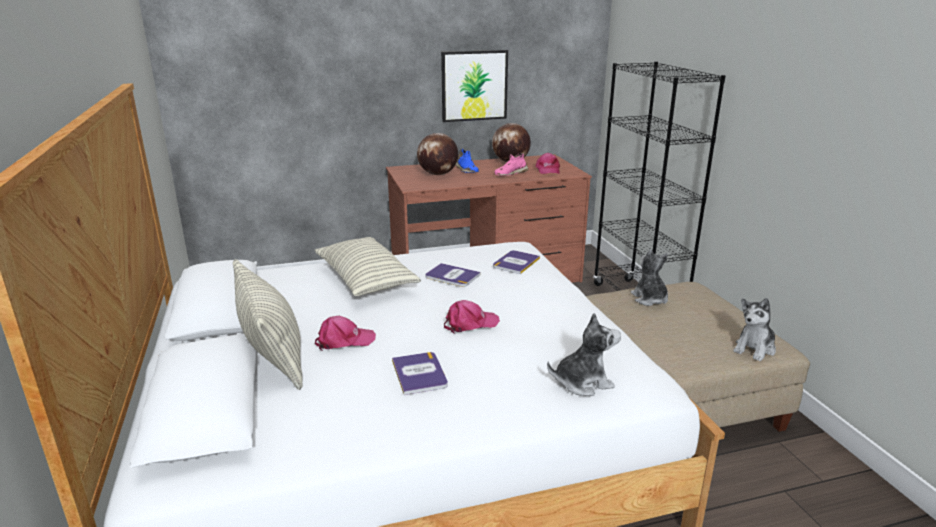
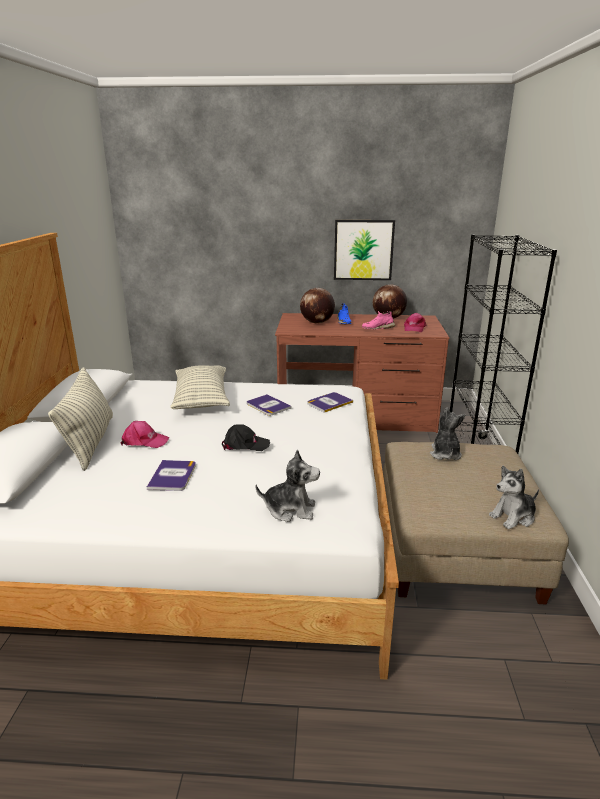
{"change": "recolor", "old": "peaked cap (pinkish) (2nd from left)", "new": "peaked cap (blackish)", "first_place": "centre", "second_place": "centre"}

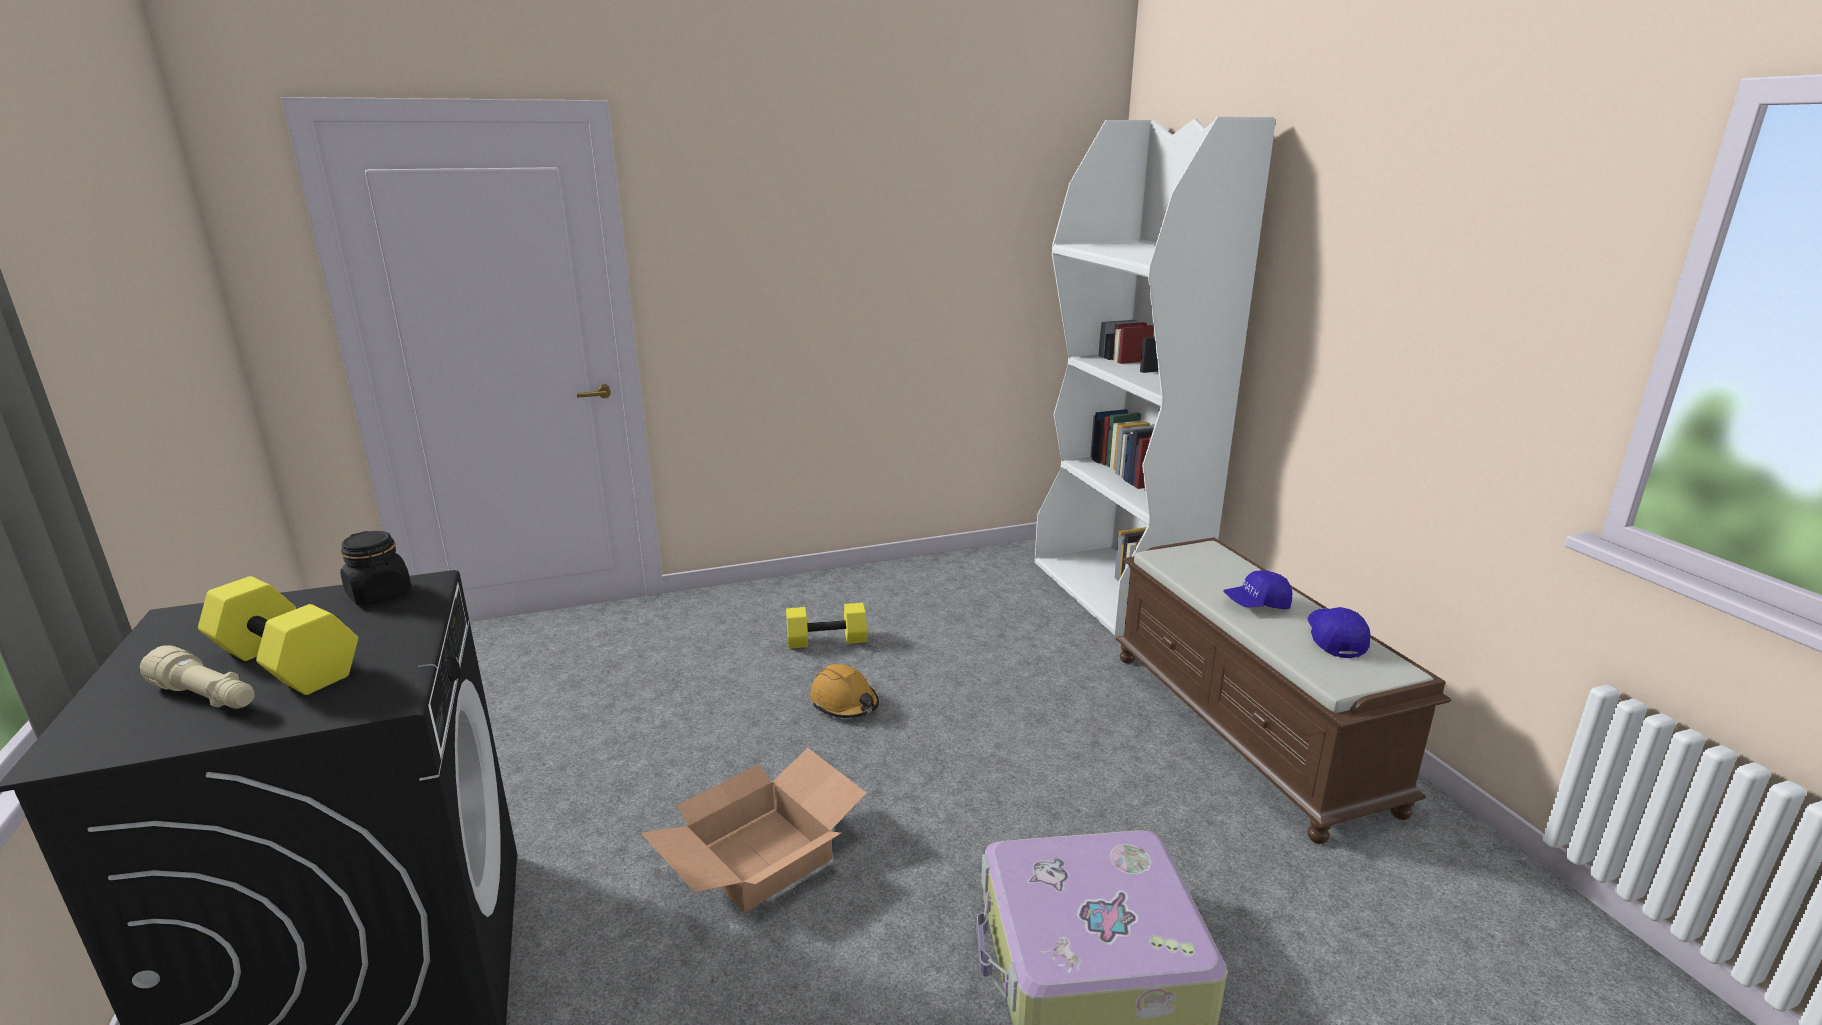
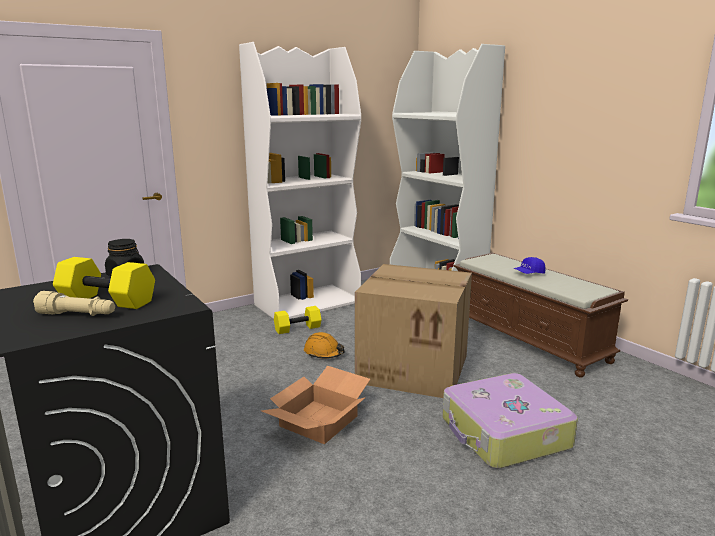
{"change": "insert", "new": "bookcase (white-coloured) (1st from left)", "second_place": "centre"}
{"change": "insert", "new": "carton (2nd from left)", "second_place": "centre"}
{"change": "delete", "old": "peaked cap (bluish) (2nd from left)", "first_place": "middle right"}

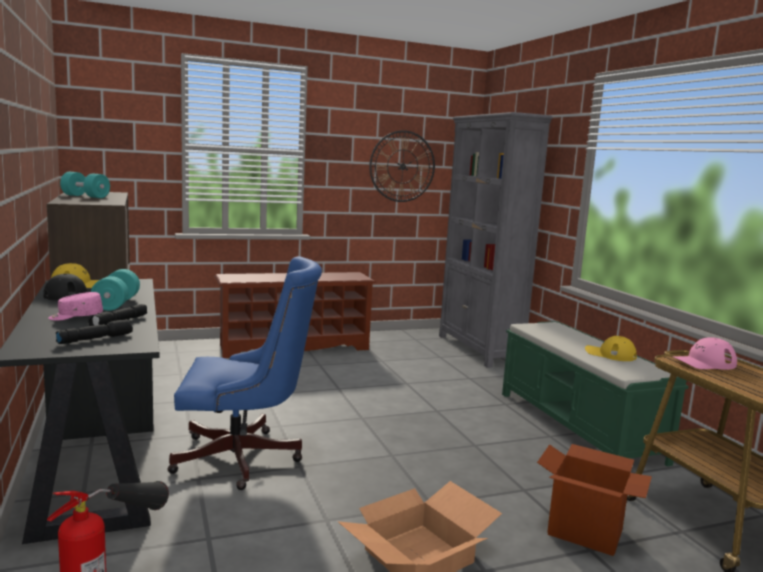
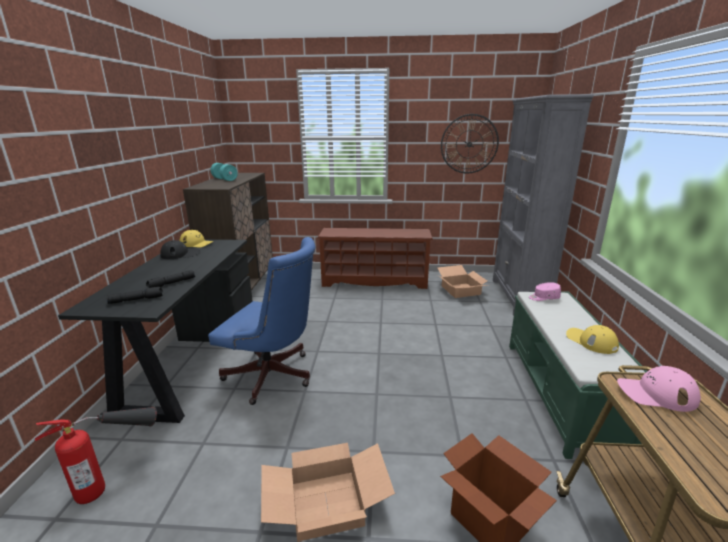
{"change": "insert", "new": "carton (2nd from left)", "second_place": "centre"}
{"change": "move", "old": "peaked cap (pinkish) (1st from left)", "first_place": "middle left", "second_place": "middle right"}
{"change": "delete", "old": "free weight (turquoise-coloured) (2nd from left)", "first_place": "middle left"}

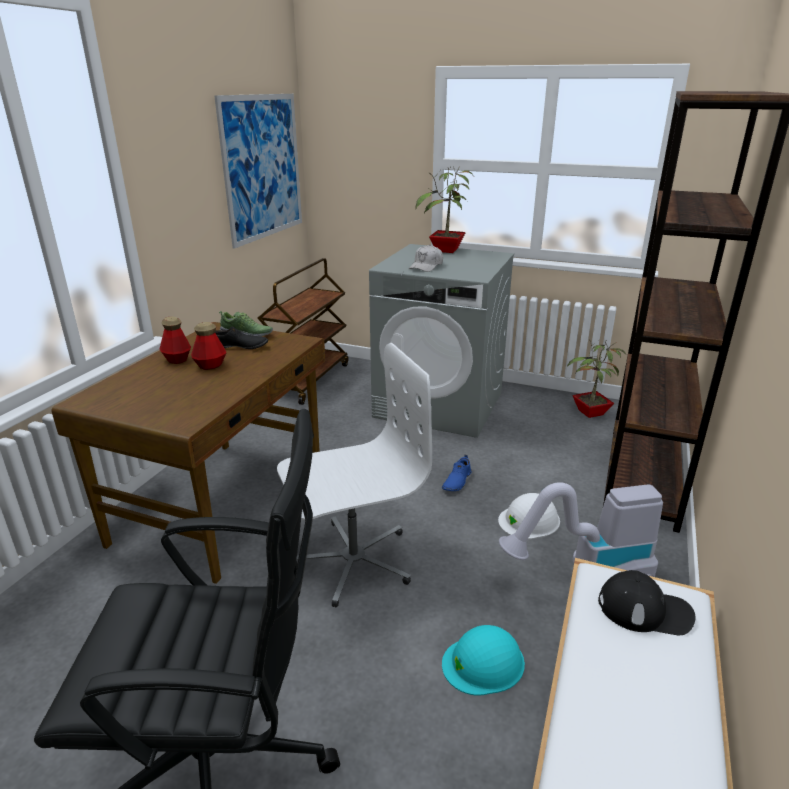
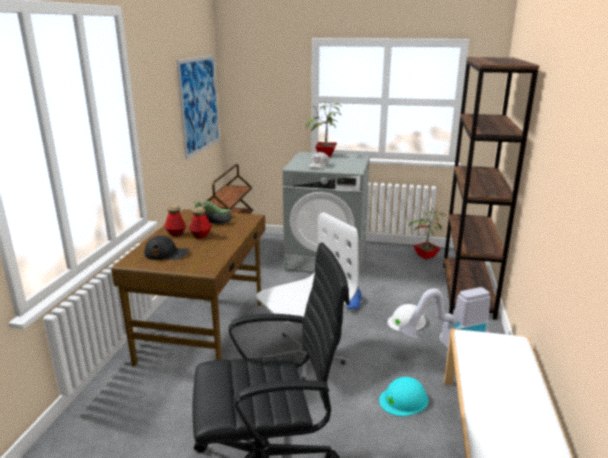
{"change": "move", "old": "peaked cap (blackish)", "first_place": "bottom right", "second_place": "middle left"}

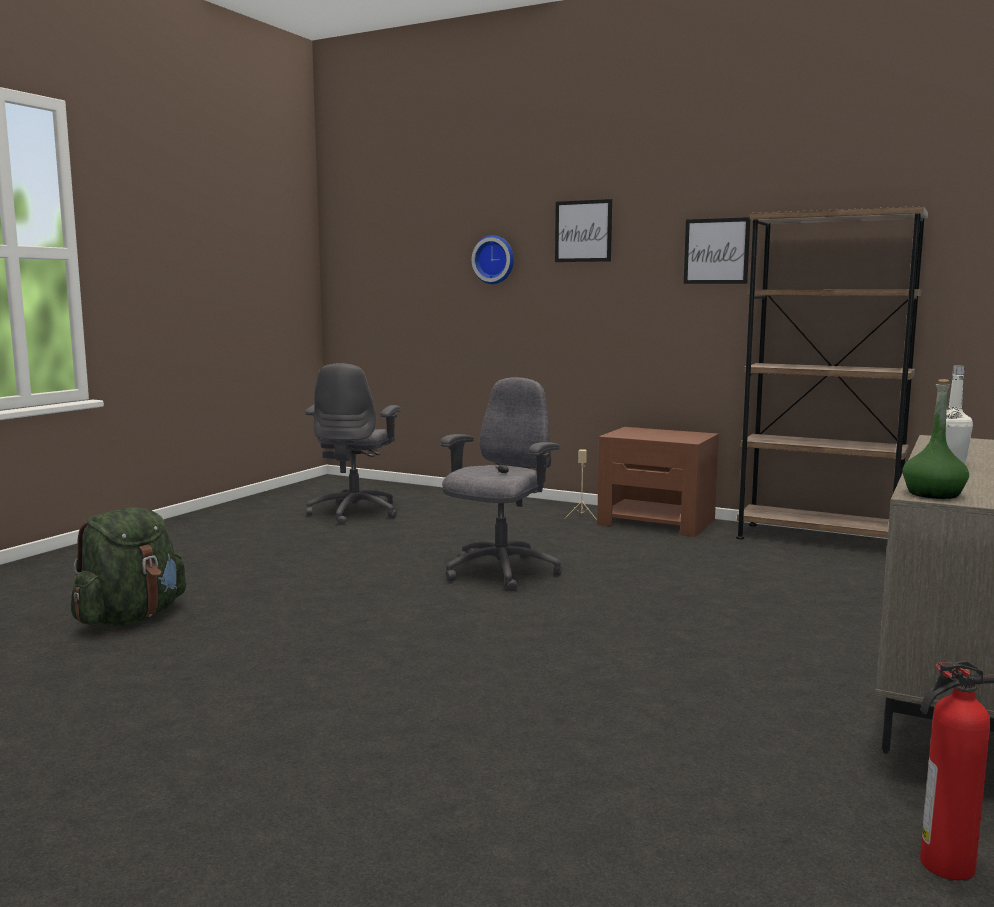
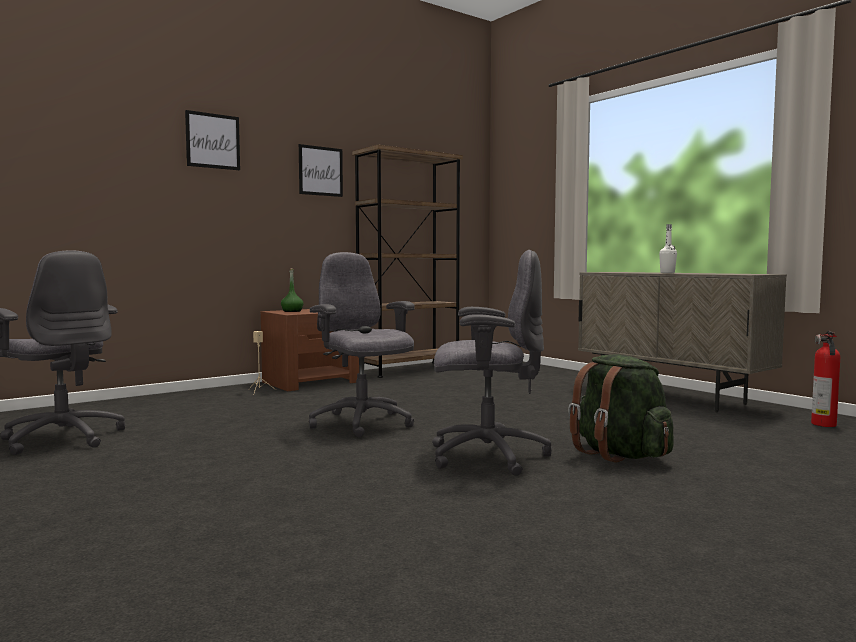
{"change": "move", "old": "bottle (greenish)", "first_place": "middle right", "second_place": "centre"}
{"change": "insert", "new": "office chair (gray) (3rd from left)", "second_place": "centre"}
{"change": "move", "old": "rucksack (greenish)", "first_place": "middle left", "second_place": "middle right"}
{"change": "delete", "old": "wall clock", "first_place": "top centre"}

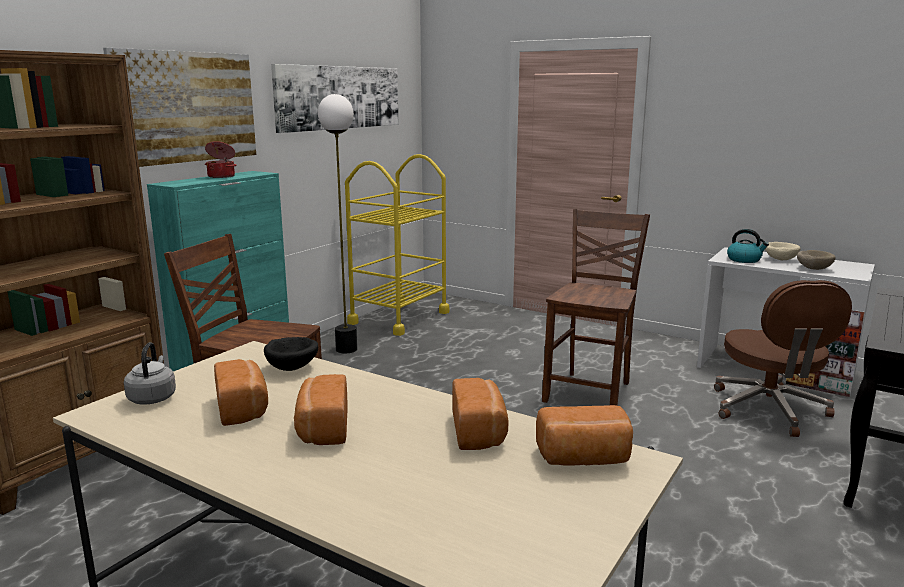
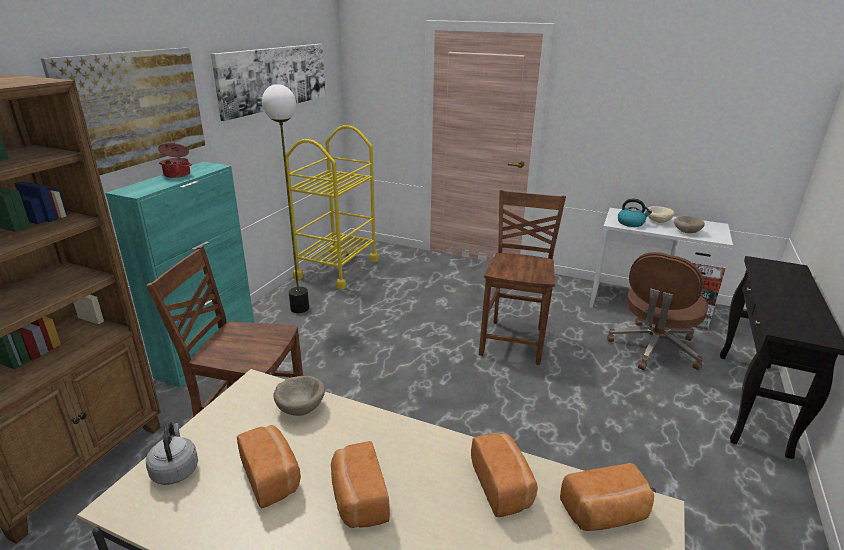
{"change": "recolor", "old": "deep dish (blackish)", "new": "deep dish (sand-coloured) (1st from left)", "first_place": "middle left", "second_place": "bottom centre"}
{"change": "rotate", "old": "office chair (brown)", "first_place": "middle right", "second_place": "middle right", "degrees": 45}

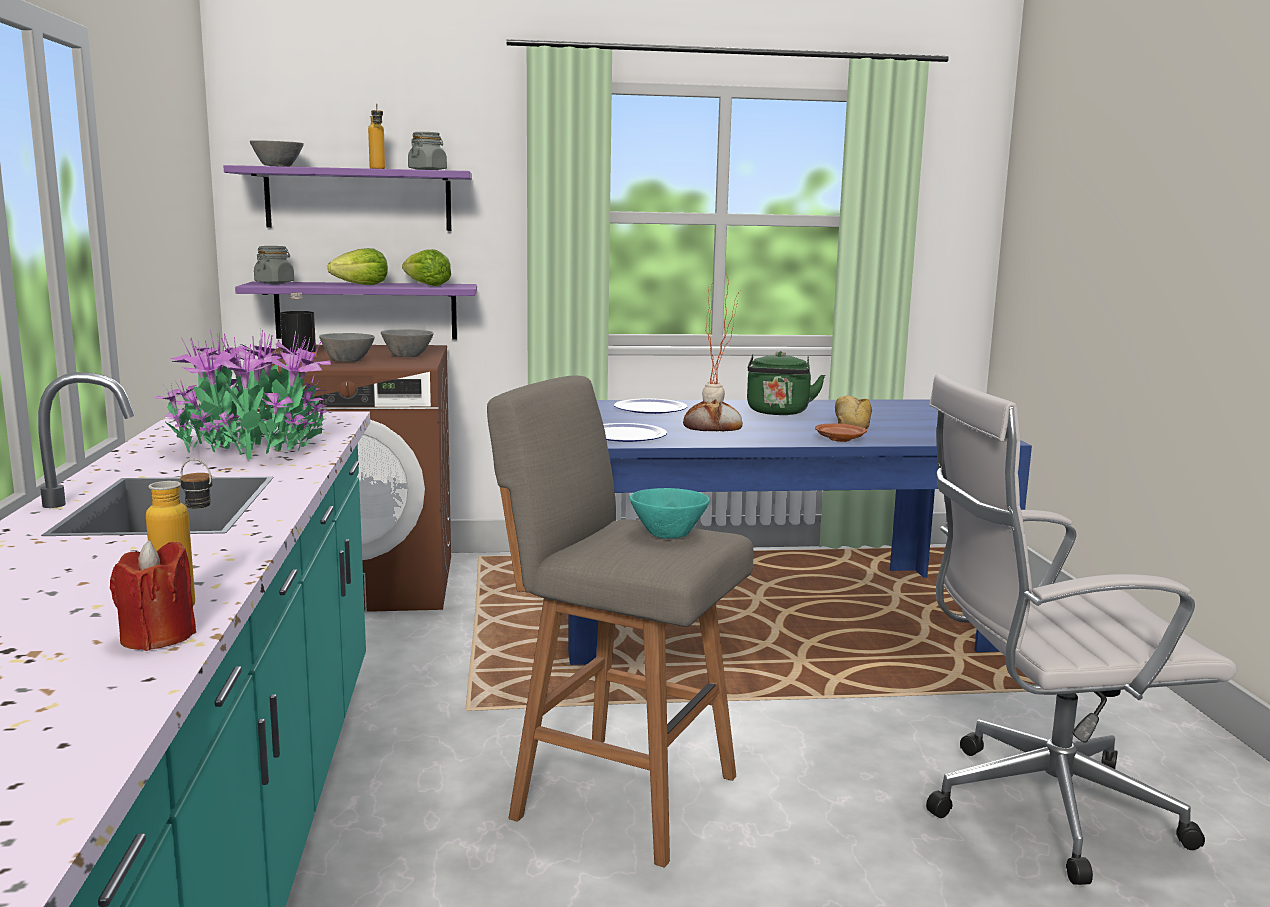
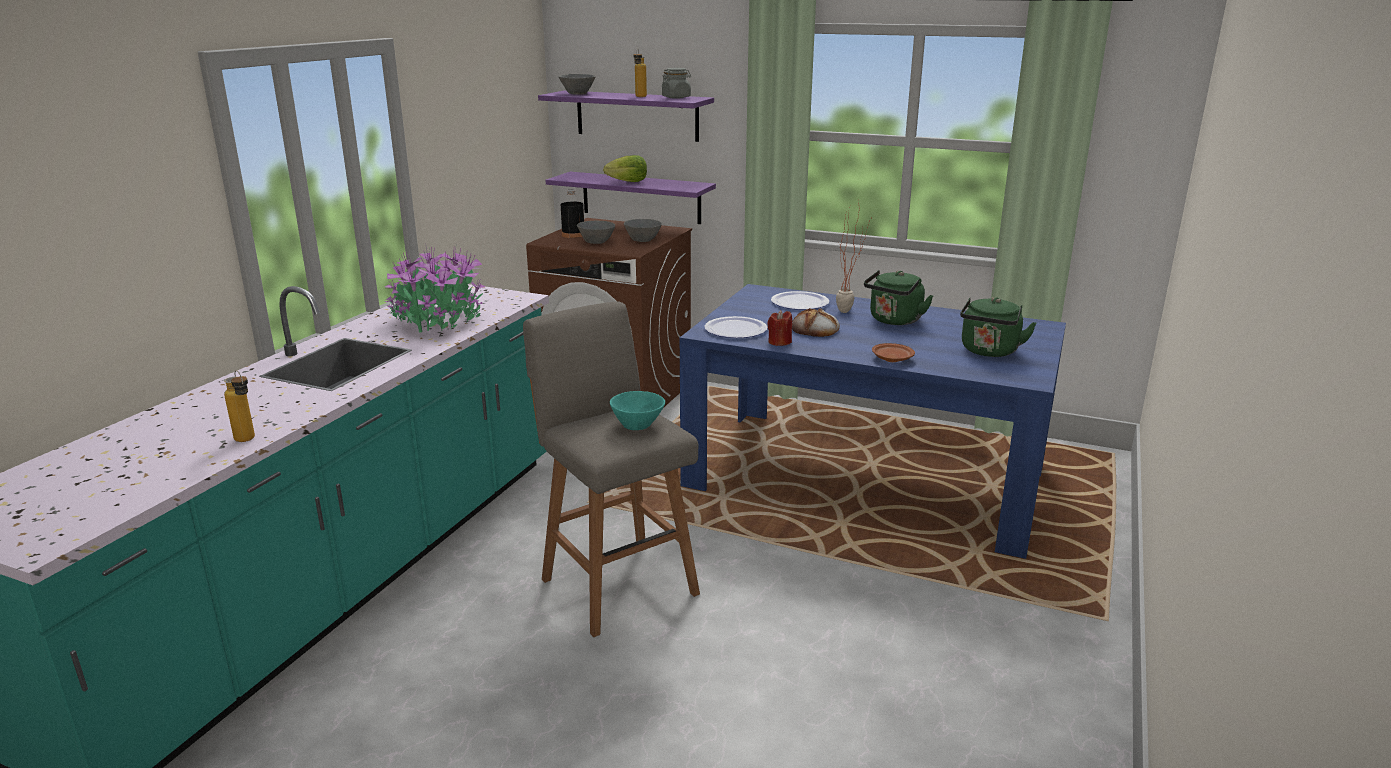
{"change": "move", "old": "wax candle (red)", "first_place": "middle left", "second_place": "centre"}
{"change": "insert", "new": "water kettle (greenish) (2nd from left)", "second_place": "middle right"}
{"change": "delete", "old": "storage jar (gray) (1st from left)", "first_place": "top left"}
{"change": "delete", "old": "head of lettuce (2nd from left)", "first_place": "top centre"}
{"change": "delete", "old": "bakery bread (2nd from left)", "first_place": "middle right"}
{"change": "delete", "old": "office chair (white-coloured)", "first_place": "bottom right"}

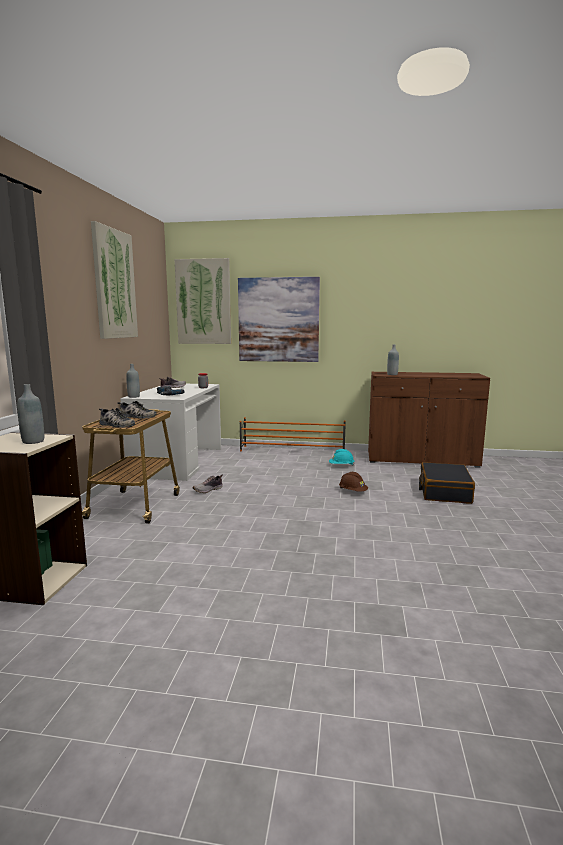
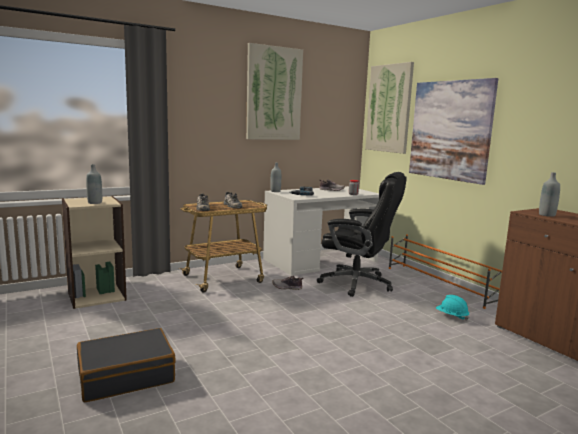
{"change": "move", "old": "piece of luggage (blackish)", "first_place": "middle right", "second_place": "bottom left"}
{"change": "insert", "new": "office chair (blackish)", "second_place": "centre"}
{"change": "delete", "old": "work helmet (brown)", "first_place": "centre"}

